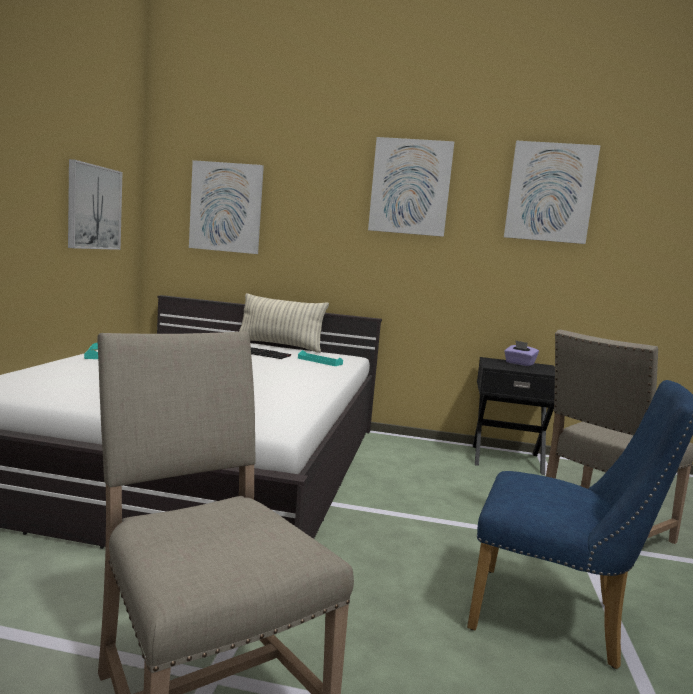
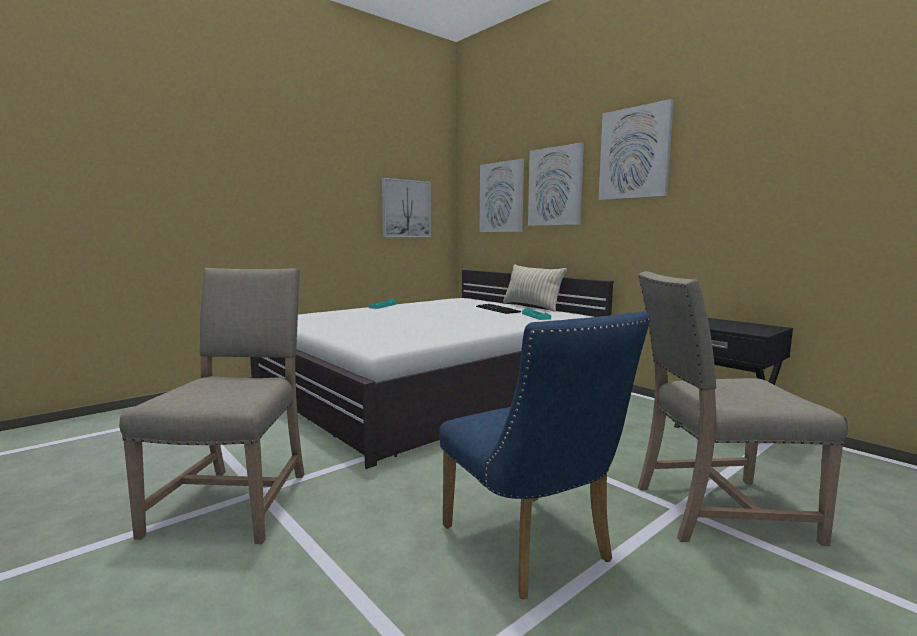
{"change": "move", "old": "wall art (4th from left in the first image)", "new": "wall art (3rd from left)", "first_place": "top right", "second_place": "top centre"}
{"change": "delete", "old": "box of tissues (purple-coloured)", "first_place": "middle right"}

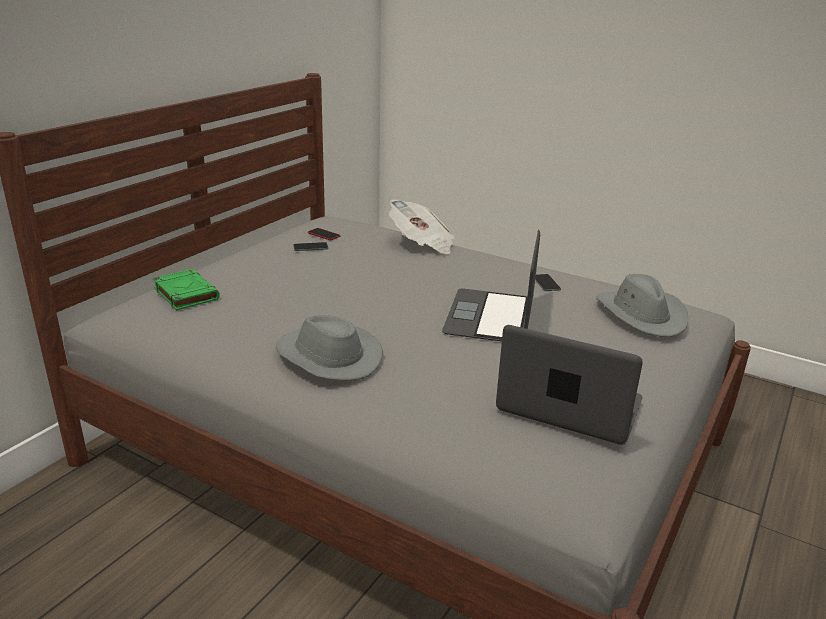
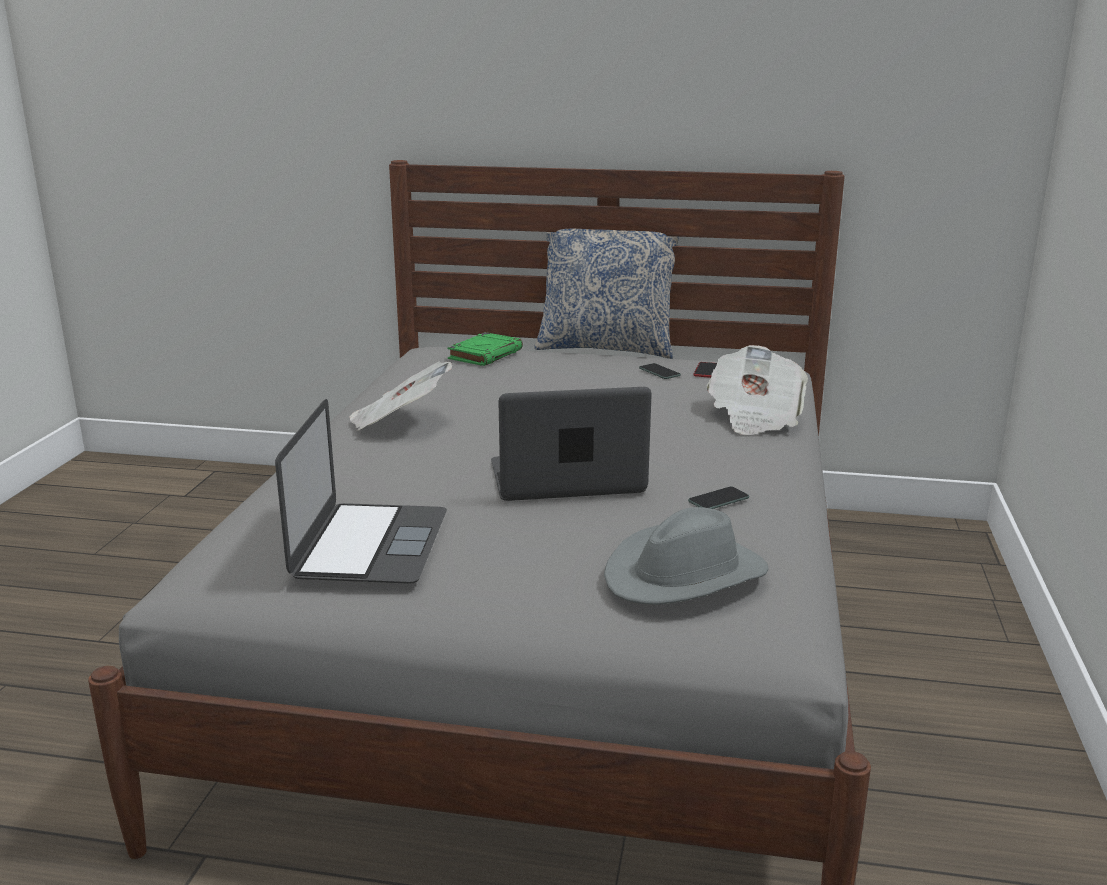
{"change": "replace", "old": "wearable hat (gray) (1st from left)", "new": "newspaper (1st from left)", "first_place": "centre", "second_place": "centre"}
{"change": "insert", "new": "throw pillow", "second_place": "top centre"}

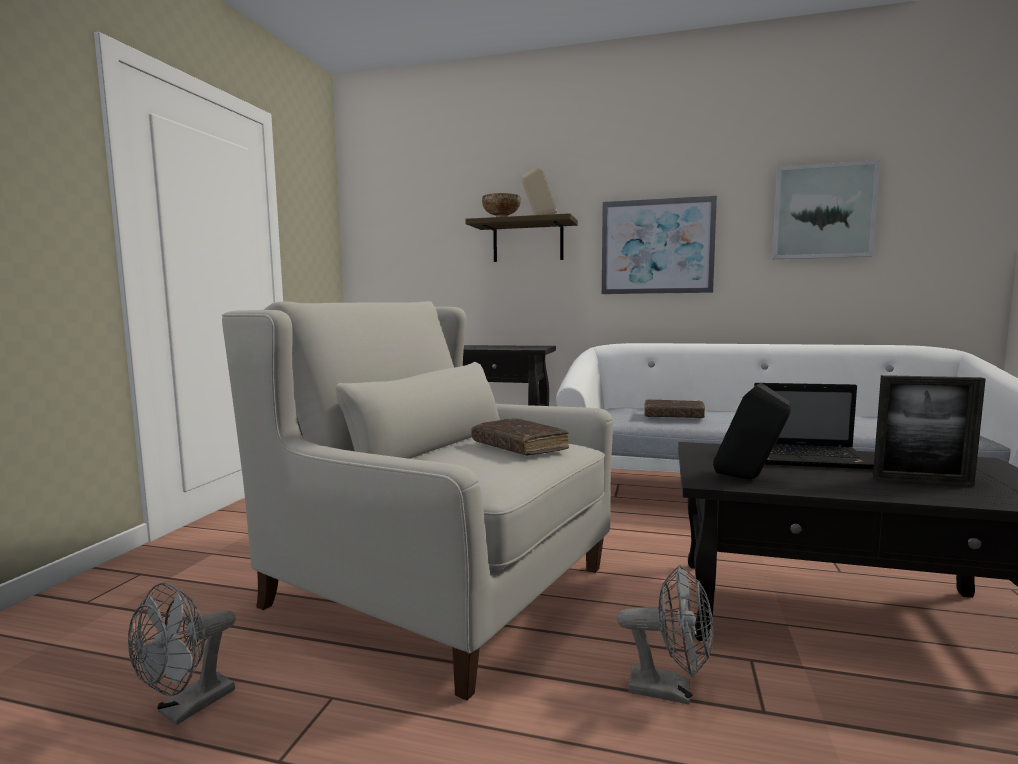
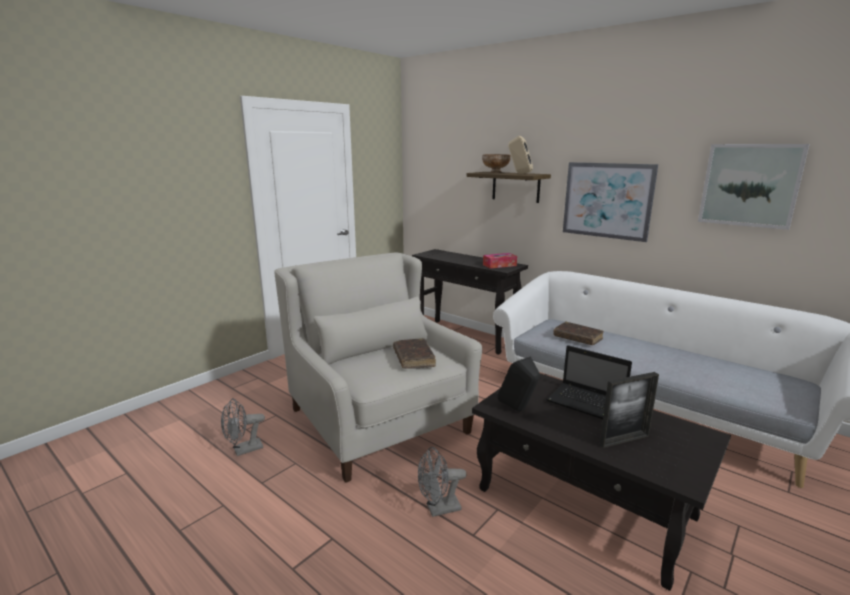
{"change": "rotate", "old": "fan (gray) (2nd from left)", "first_place": "bottom centre", "second_place": "bottom centre", "degrees": 120}
{"change": "insert", "new": "box of tissues", "second_place": "centre"}
{"change": "rotate", "old": "standing frame", "first_place": "middle right", "second_place": "bottom right", "degrees": -60}

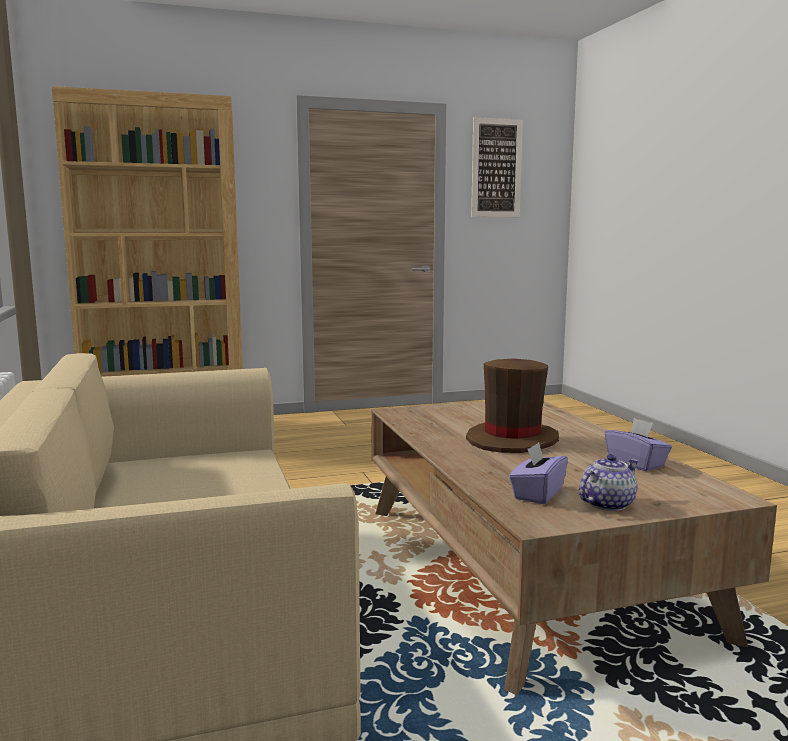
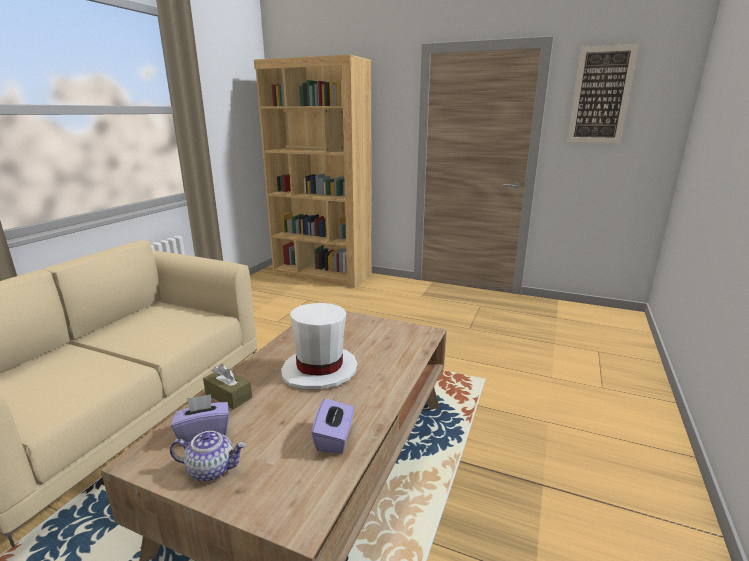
{"change": "insert", "new": "box of tissues (brown)", "second_place": "bottom left"}
{"change": "recolor", "old": "wearable hat (brown)", "new": "wearable hat (white-coloured)", "first_place": "centre", "second_place": "centre"}

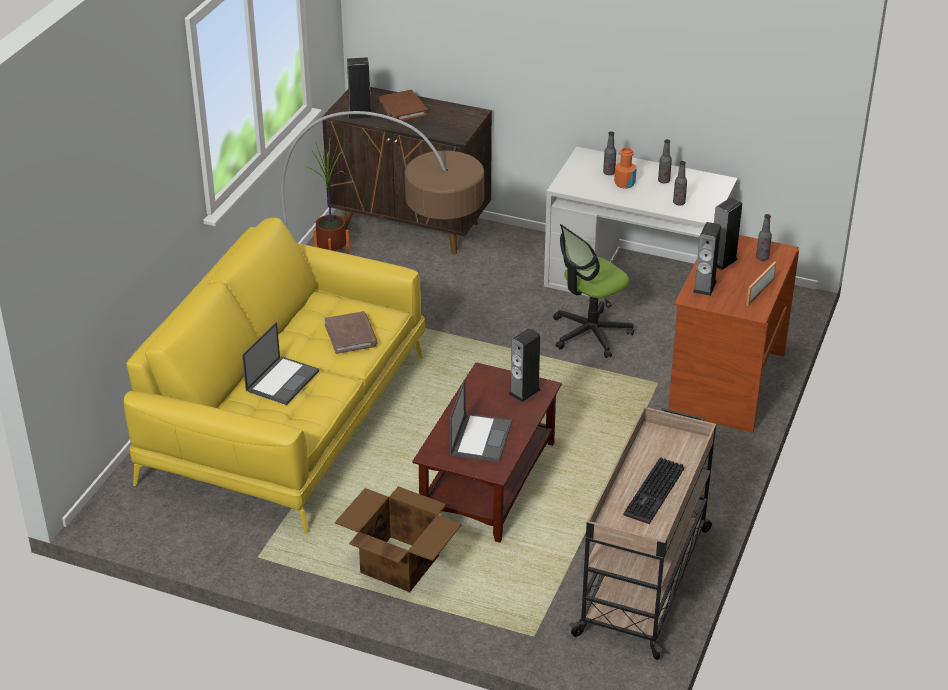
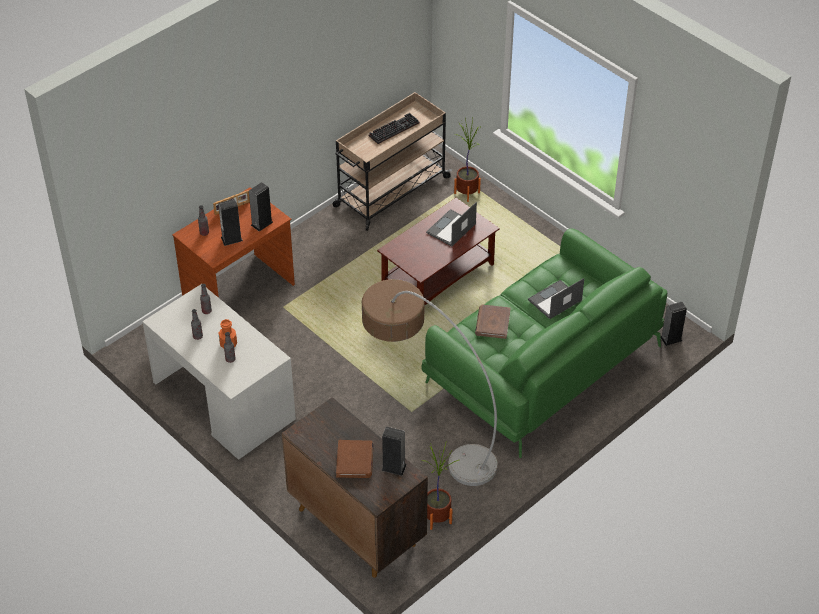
{"change": "recolor", "old": "settee (yellow)", "new": "settee (greenish)", "first_place": "middle left", "second_place": "centre"}
{"change": "insert", "new": "plant in a pot (2nd from left)", "second_place": "top centre"}
{"change": "move", "old": "speaker (2nd from left in the first image)", "new": "speaker (4th from left)", "first_place": "centre", "second_place": "middle right"}
{"change": "delete", "old": "carton", "first_place": "bottom centre"}
{"change": "delete", "old": "office chair", "first_place": "centre"}

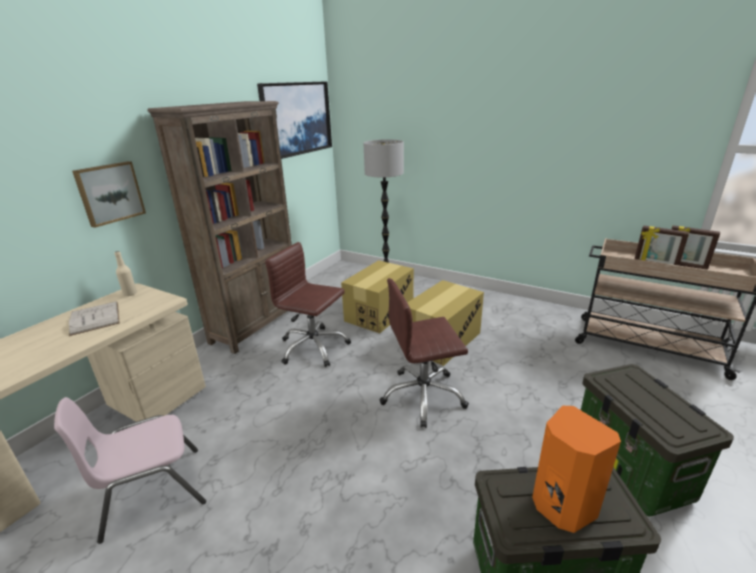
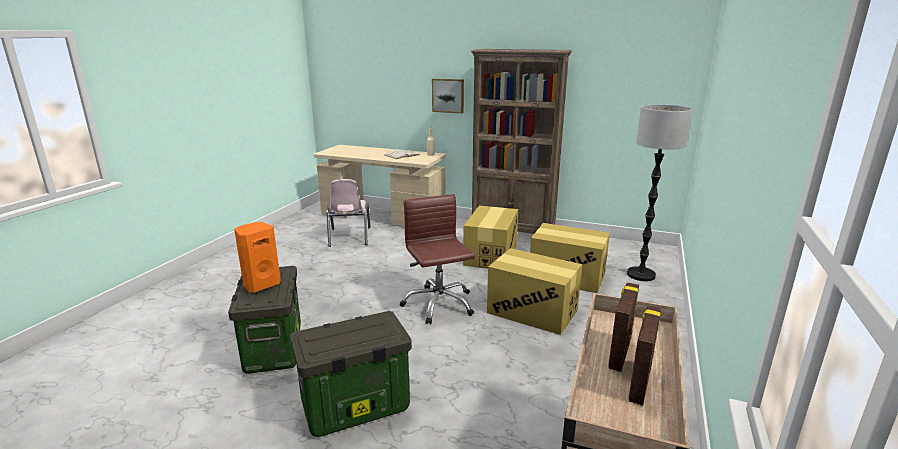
{"change": "rotate", "old": "chair (pinkish)", "first_place": "bottom left", "second_place": "centre", "degrees": -150}
{"change": "replace", "old": "office chair (brown) (1st from left)", "new": "carton (1st from left)", "first_place": "centre", "second_place": "centre"}
{"change": "delete", "old": "wall art (2nd from left)", "first_place": "top centre"}

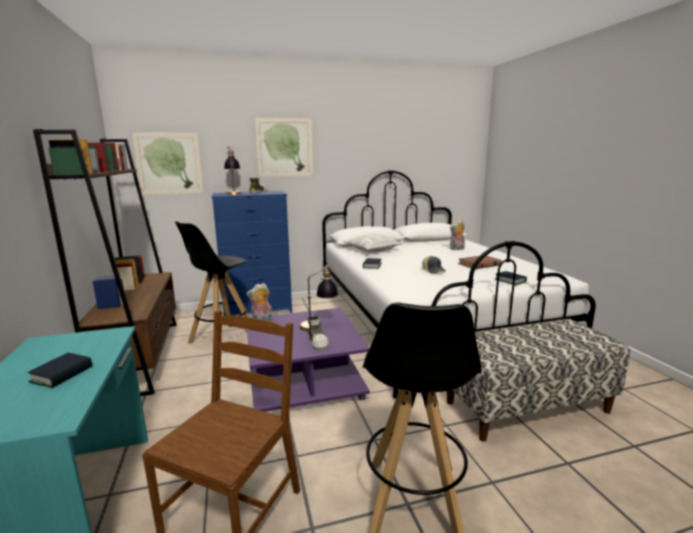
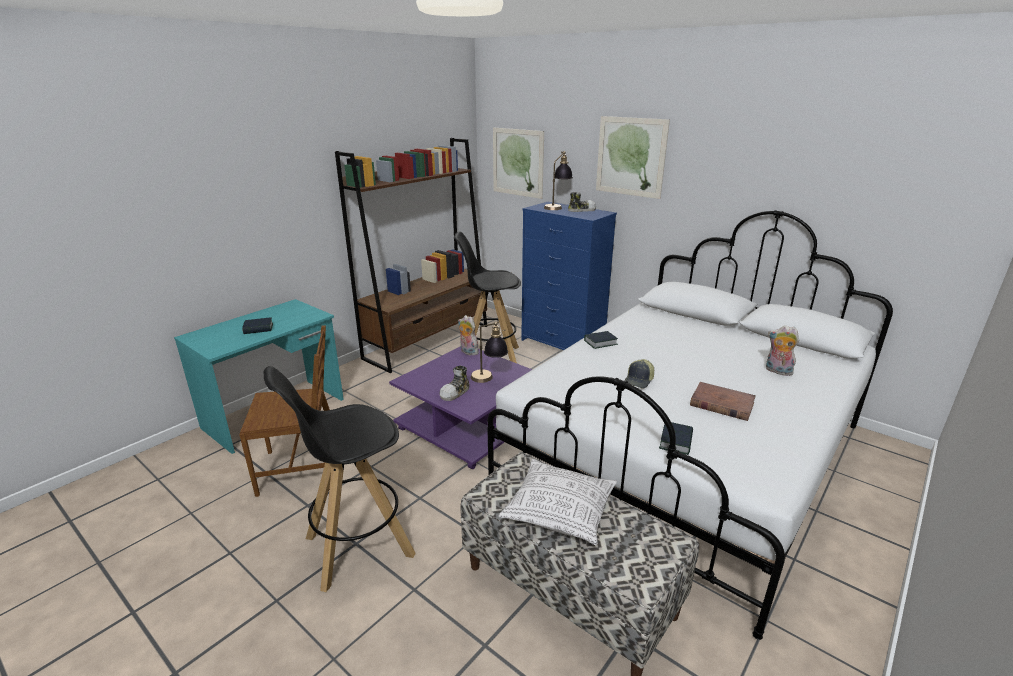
{"change": "move", "old": "throw pillow", "first_place": "centre", "second_place": "bottom centre"}

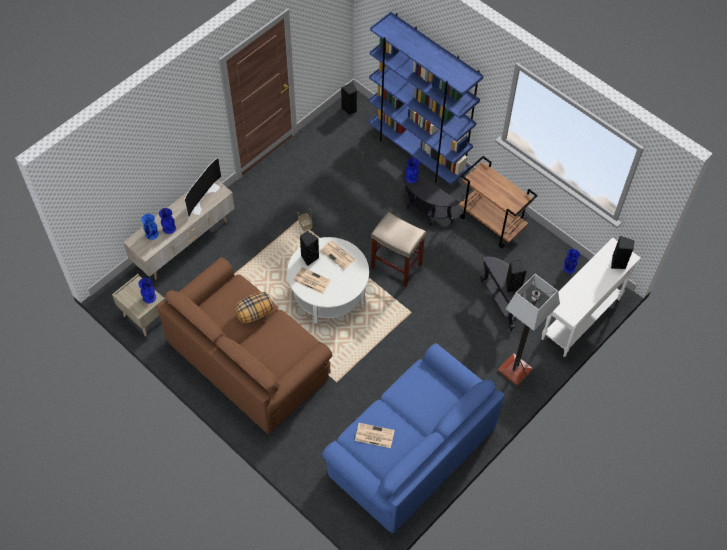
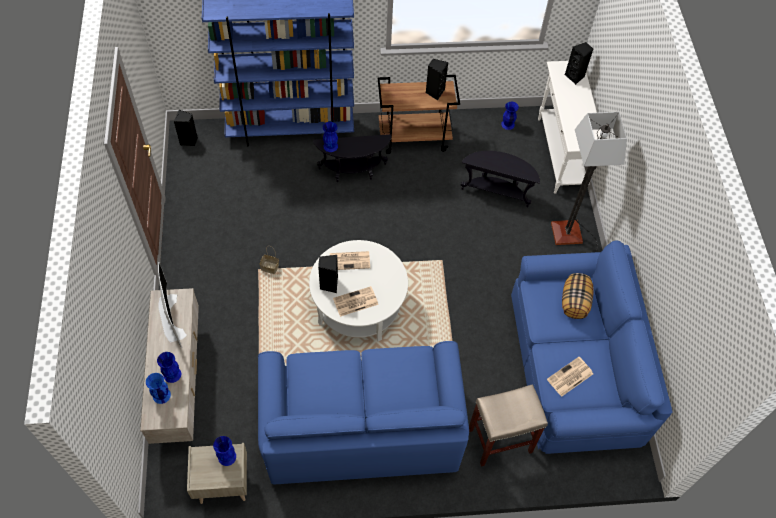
{"change": "recolor", "old": "settee (brown)", "new": "settee (bluish) (1st from left)", "first_place": "centre", "second_place": "bottom centre"}
{"change": "move", "old": "speaker (blackish) (3rd from left)", "first_place": "middle right", "second_place": "top centre"}
{"change": "move", "old": "stool (sand-coloured)", "first_place": "centre", "second_place": "bottom centre"}
{"change": "move", "old": "throw pillow", "first_place": "centre", "second_place": "middle right"}

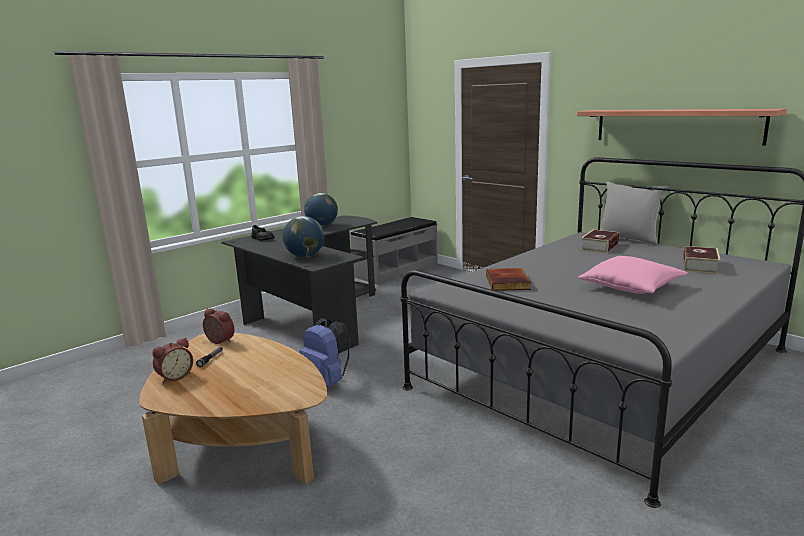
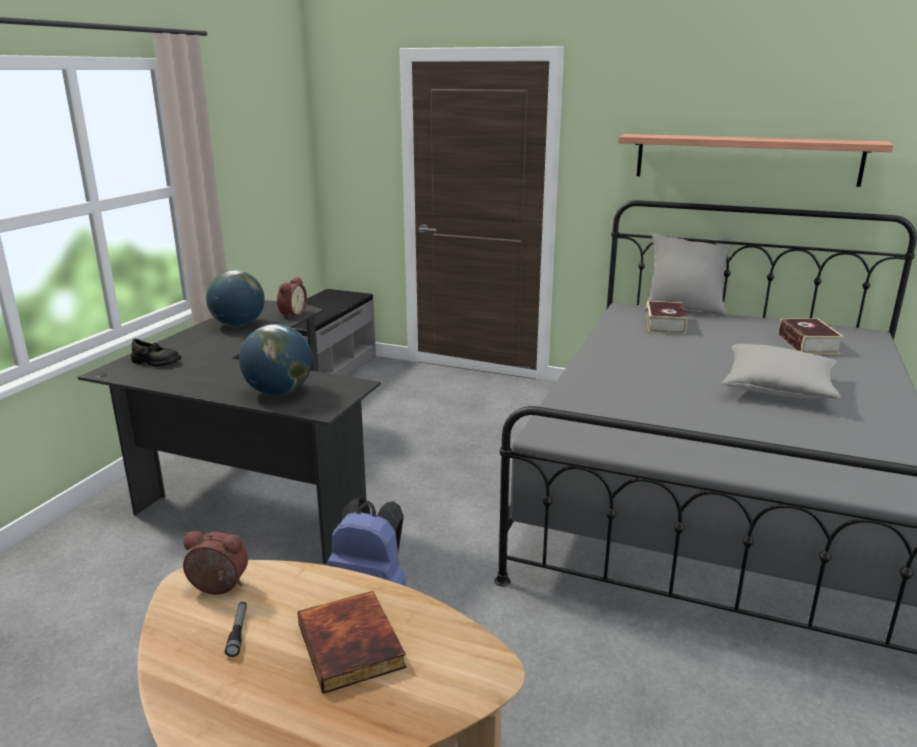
{"change": "move", "old": "alarm clock (1st from left in the first image)", "new": "alarm clock (2nd from left)", "first_place": "bottom left", "second_place": "middle left"}
{"change": "move", "old": "bound book (1st from left)", "first_place": "centre", "second_place": "bottom centre"}
{"change": "recolor", "old": "throw pillow (pinkish)", "new": "throw pillow (gray) (2nd from left)", "first_place": "middle right", "second_place": "middle right"}

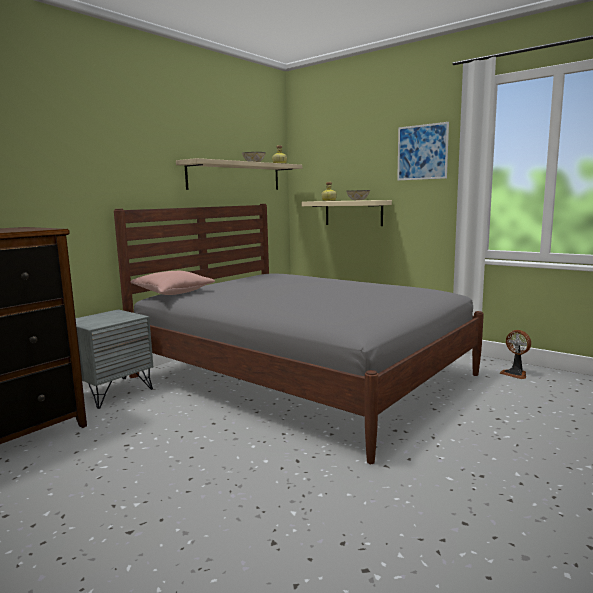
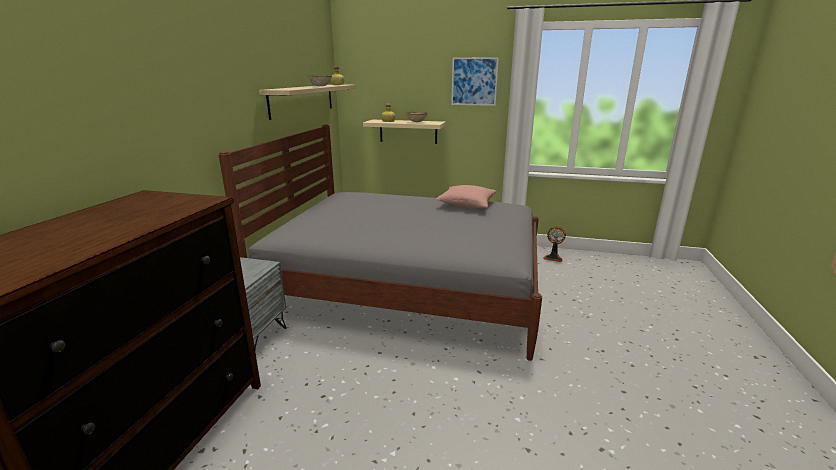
{"change": "move", "old": "throw pillow (pinkish)", "first_place": "middle left", "second_place": "centre"}

